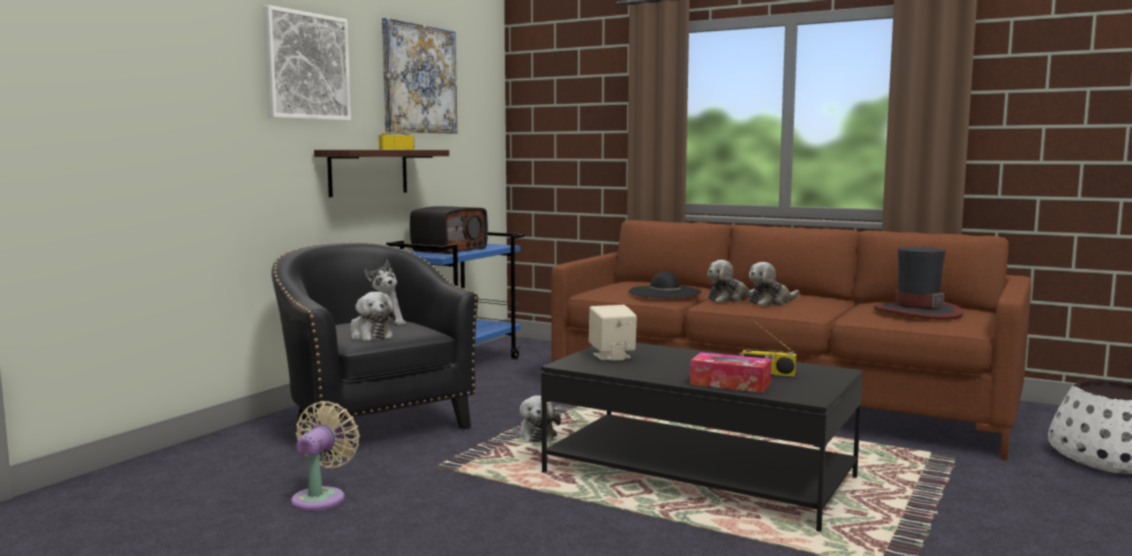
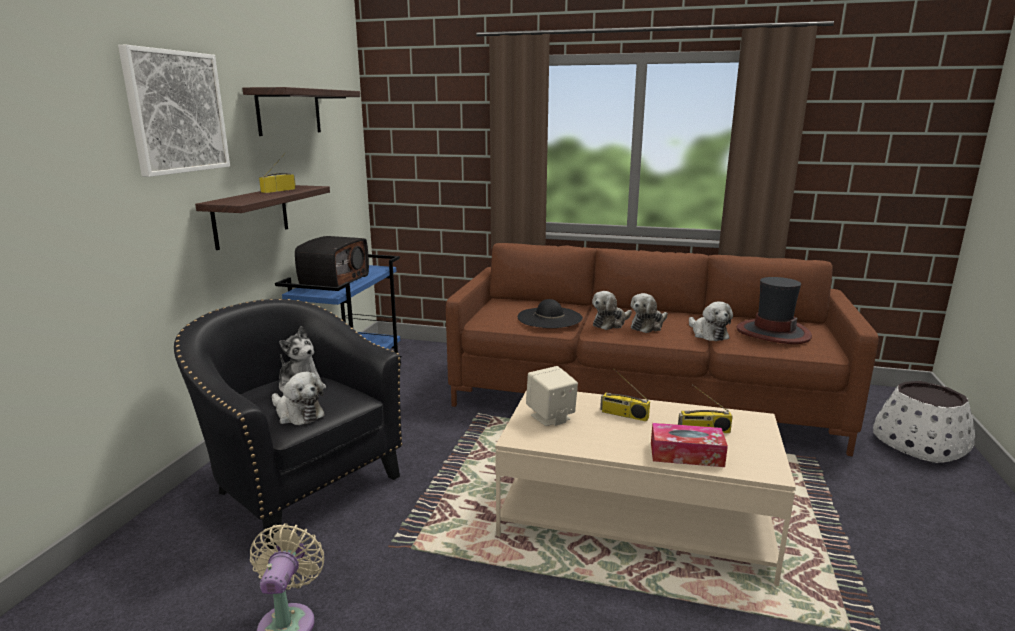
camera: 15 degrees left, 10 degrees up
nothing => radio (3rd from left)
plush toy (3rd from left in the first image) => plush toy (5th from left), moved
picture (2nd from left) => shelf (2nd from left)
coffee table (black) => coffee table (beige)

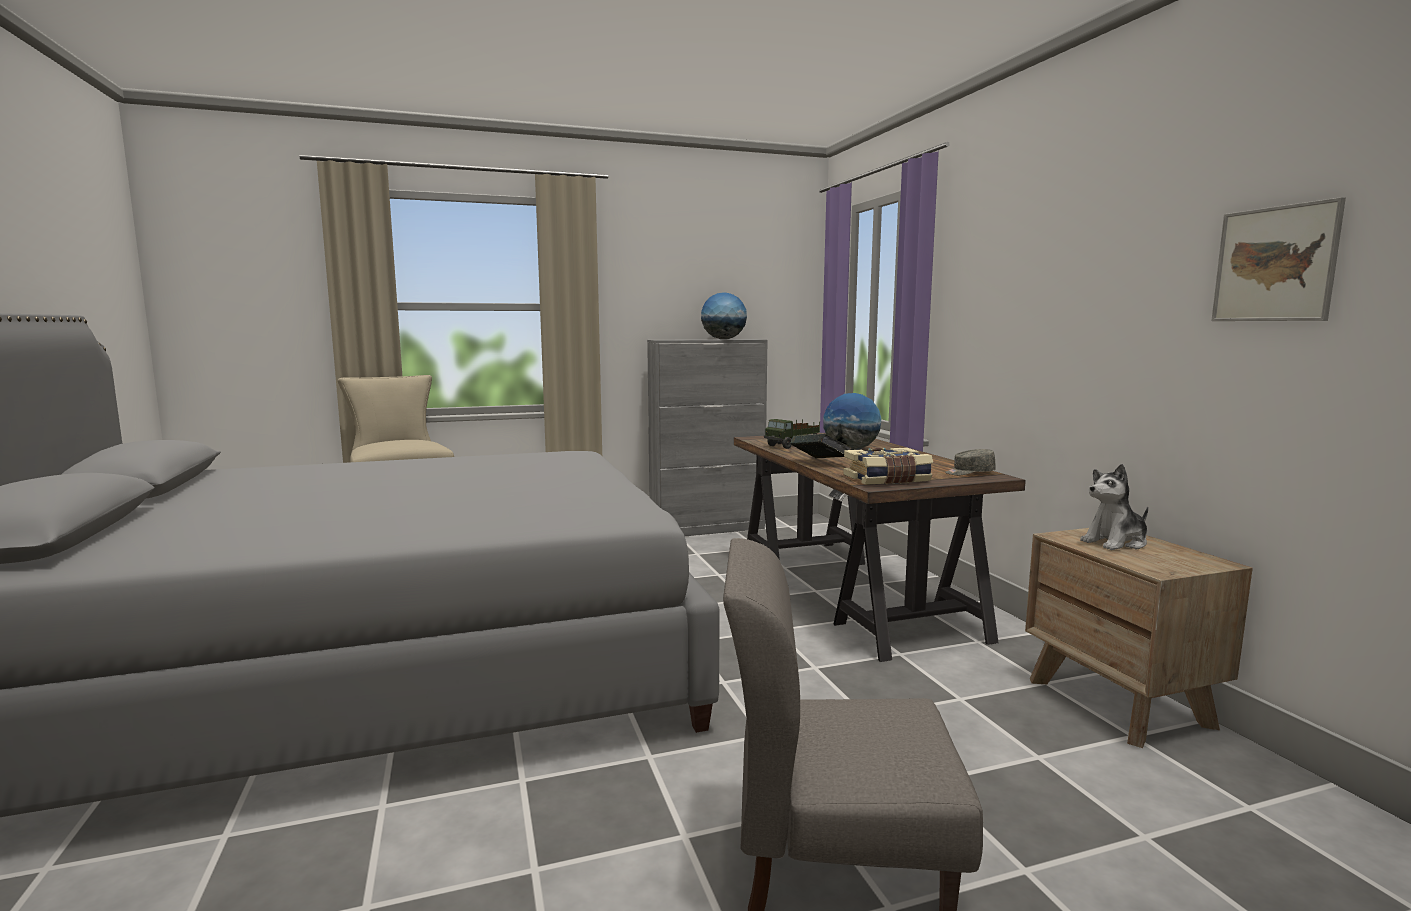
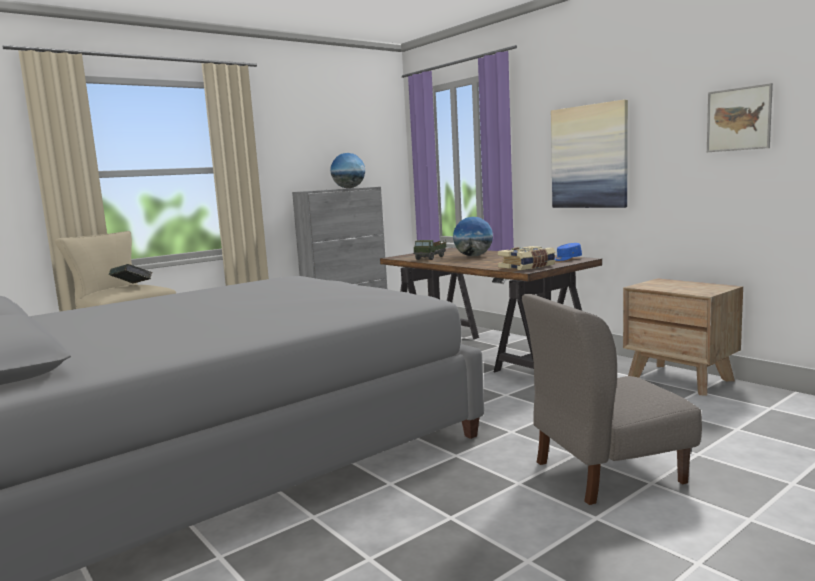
camera: 20 degrees left, 0 degrees up
plush toy => nothing
nothing => picture (1st from left)
book (1st from left), moved
cap (grey) => cap (blue)

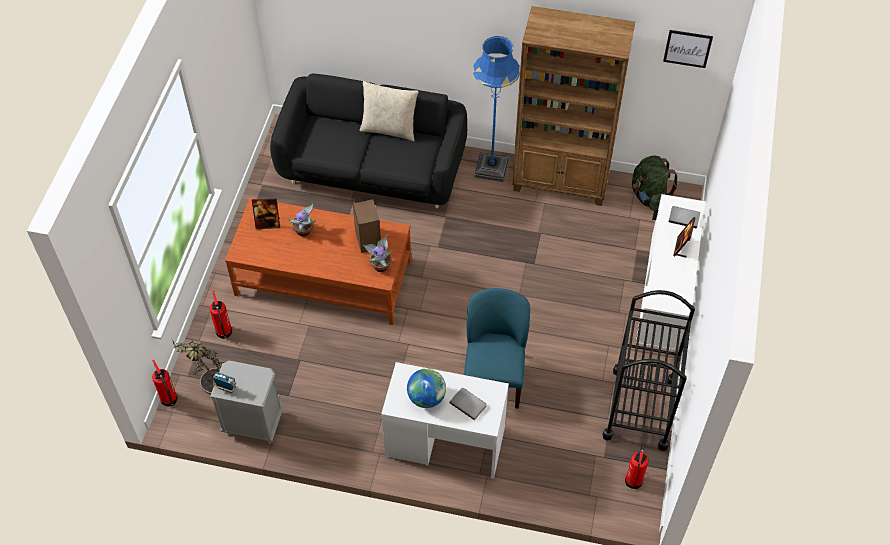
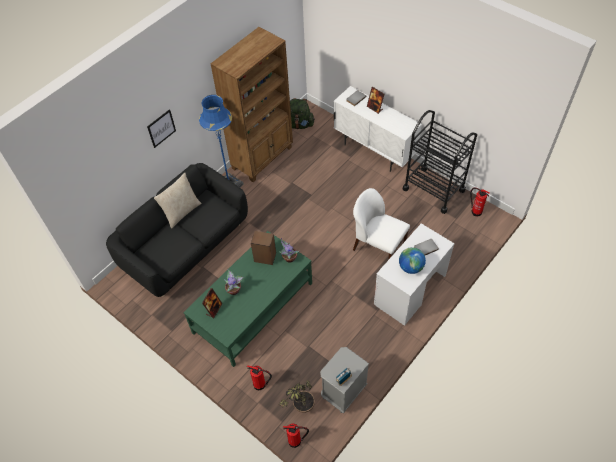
camera: 60 degrees left, 0 degrees up
picture, moved
coffee table (brown) => coffee table (green)
chair (blue) => chair (white)

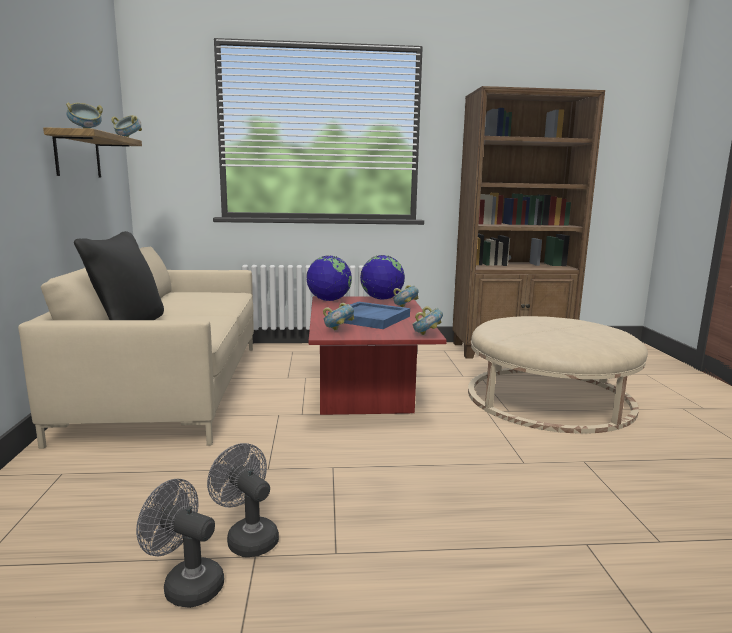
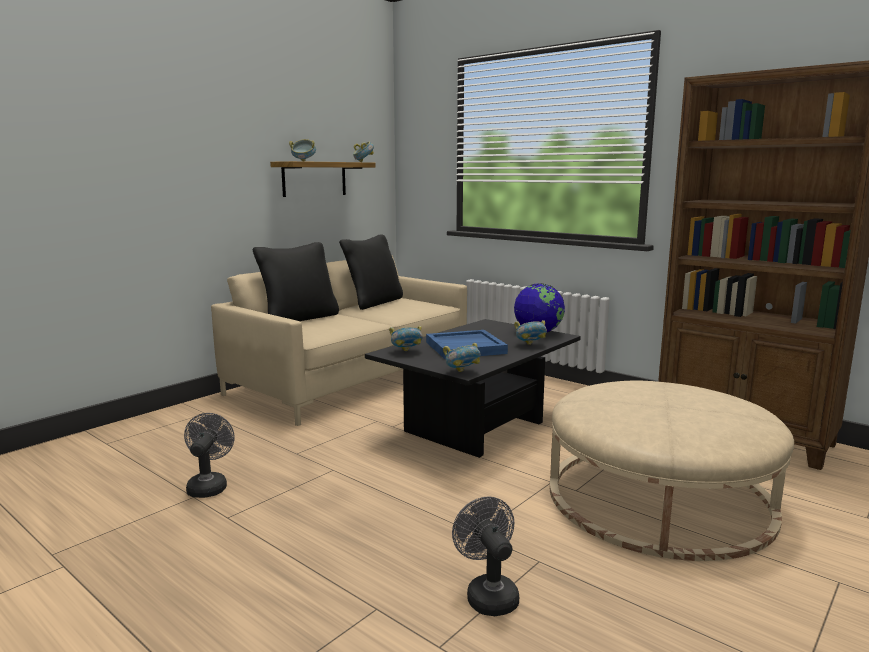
camera: 45 degrees right, 0 degrees up
globe (1st from left) => nothing
nothing => pillow (black) (2nd from left)
fan (grey) (1st from left in the first image) => fan (grey) (2nd from left), moved
coffee table (red) => coffee table (black)

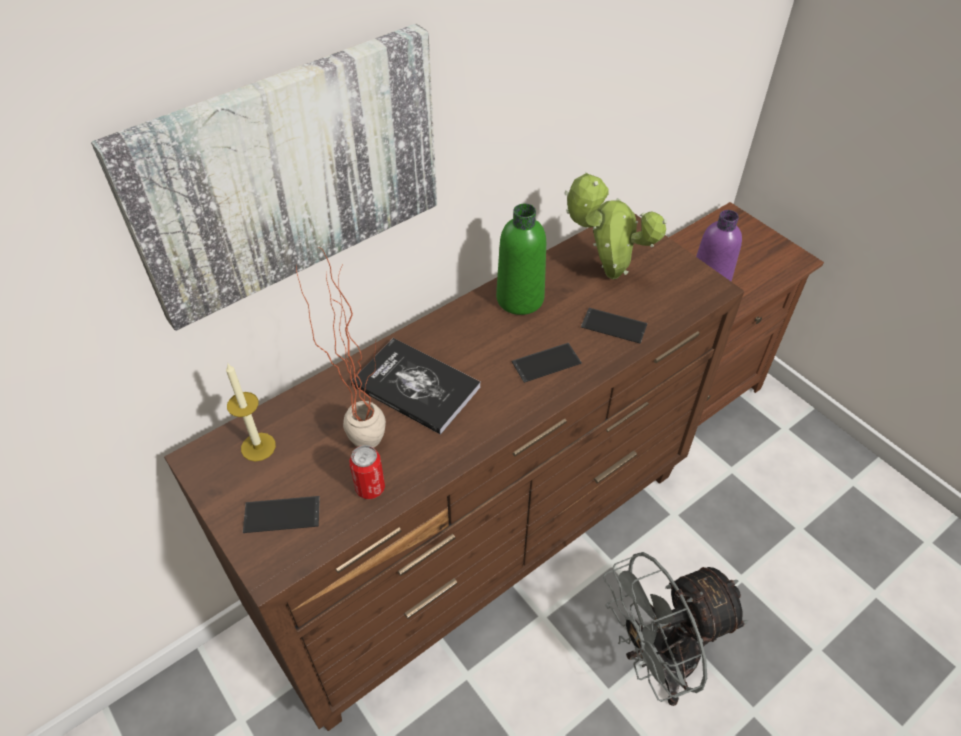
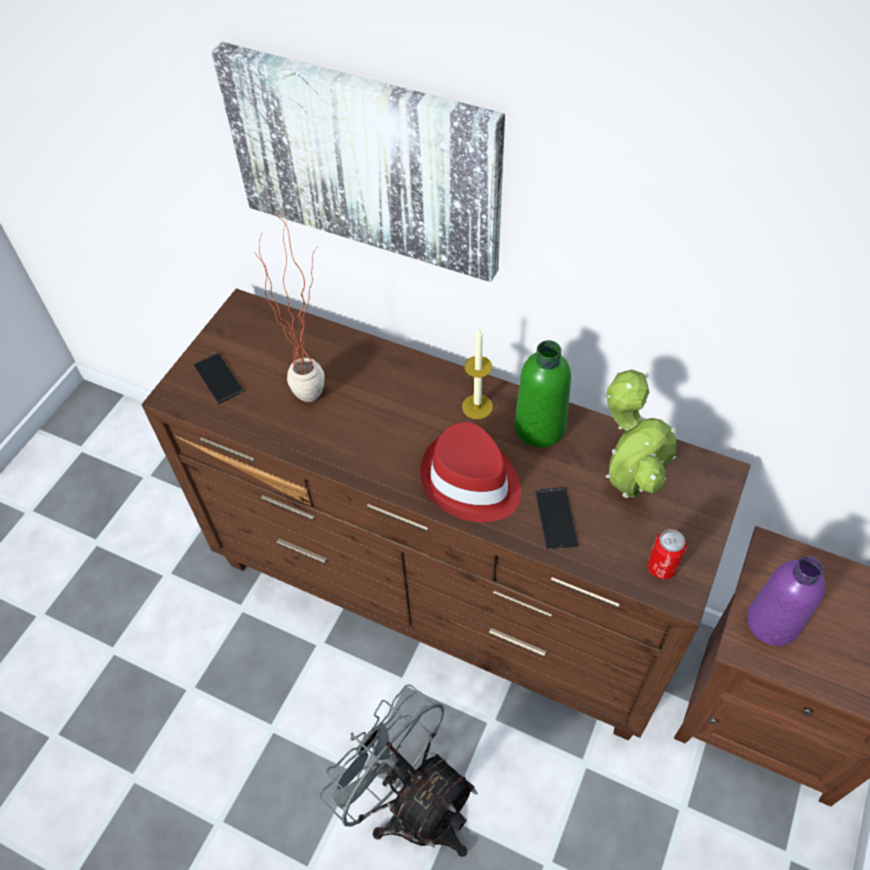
camera: 65 degrees right, 5 degrees up
book => nothing
candle, moved
can, moved
phone (2nd from left) => hat (red)

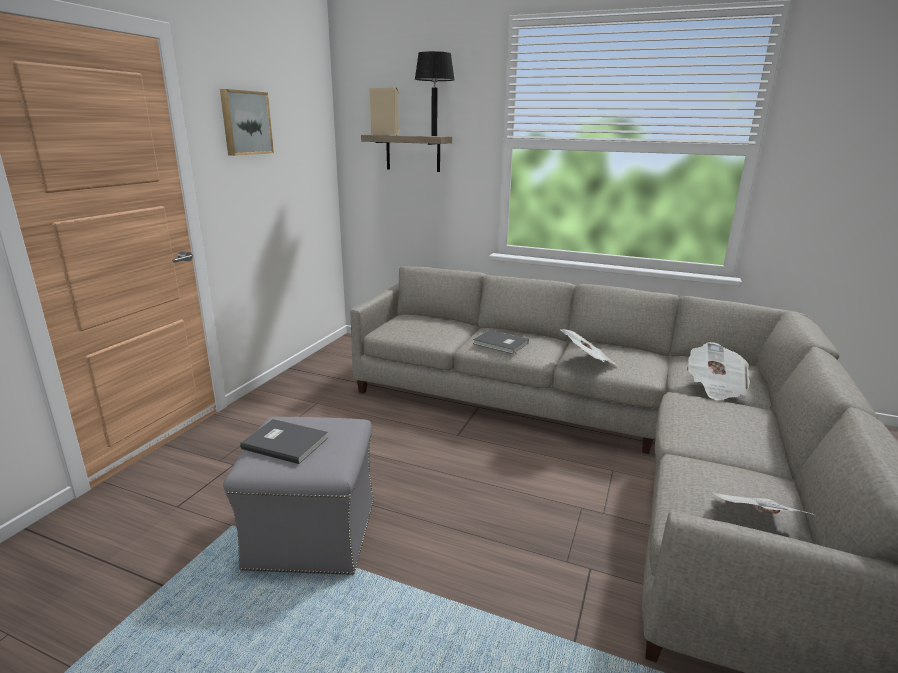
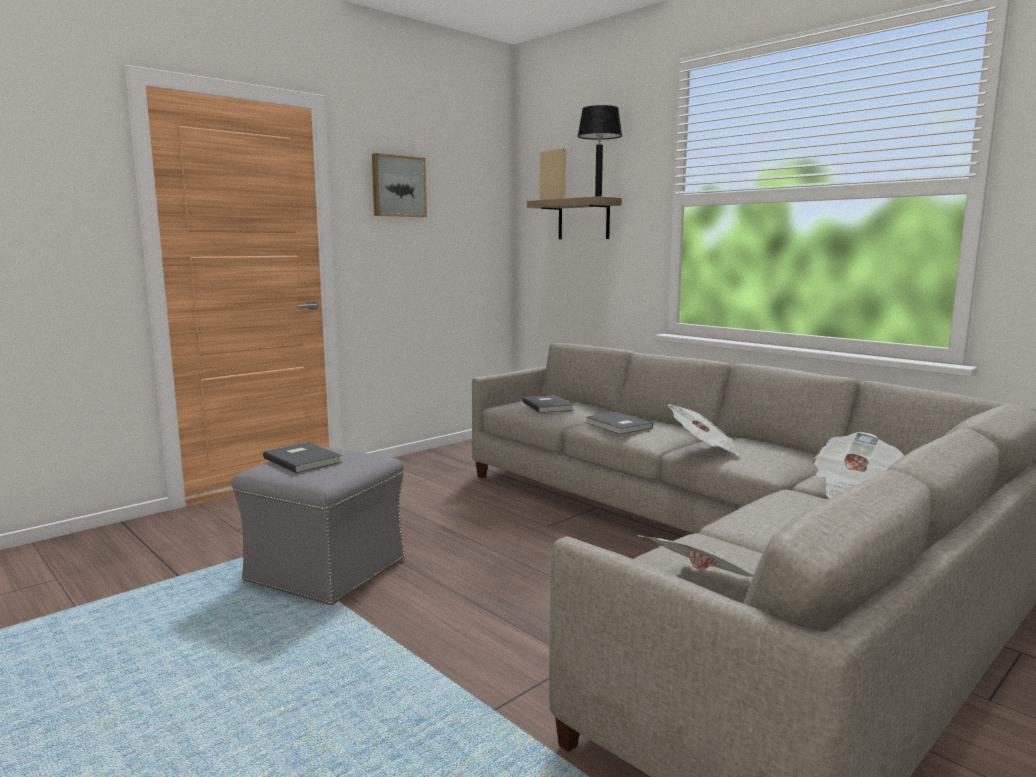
camera: 25 degrees right, 10 degrees down
nothing => book (grey) (2nd from left)

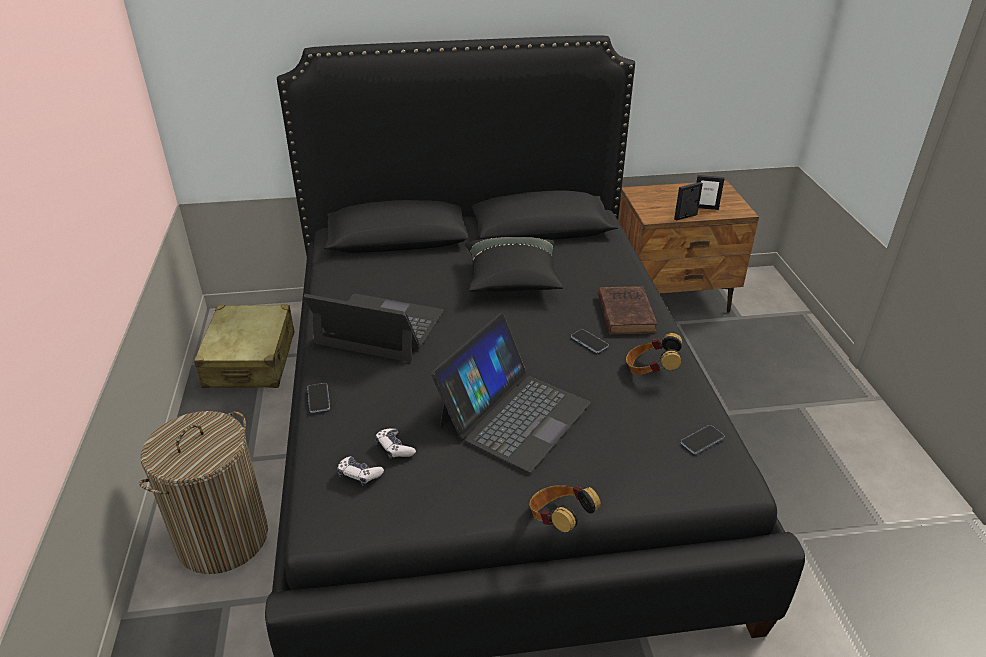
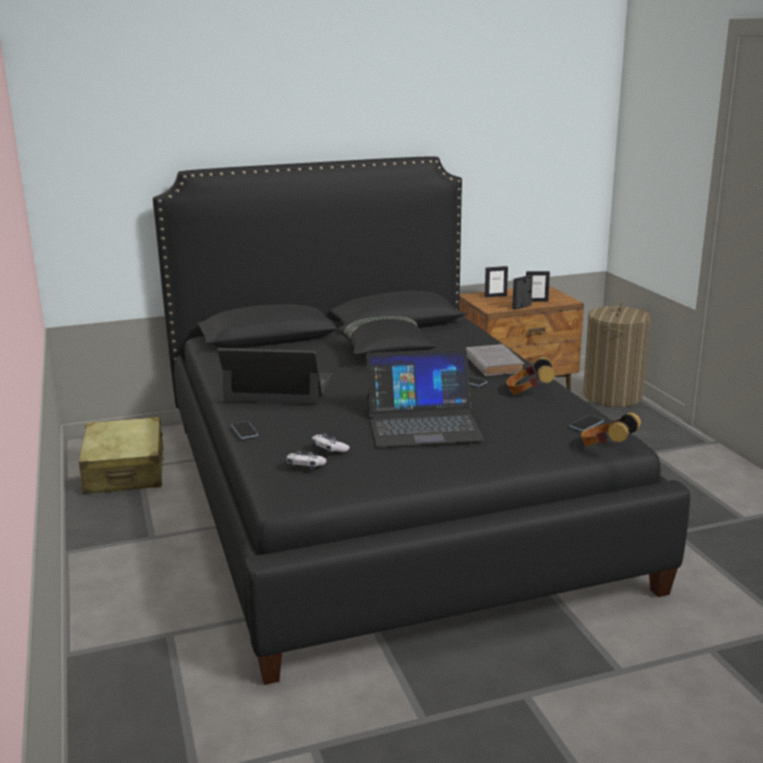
camera: 10 degrees left, 15 degrees down
nothing => picture frame (1st from left)
laundry basket, moved
headphones (1st from left in the first image) => headphones (2nd from left), moved
book (brown) => book (grey)
laptop (2nd from left), 60 degrees clockwise

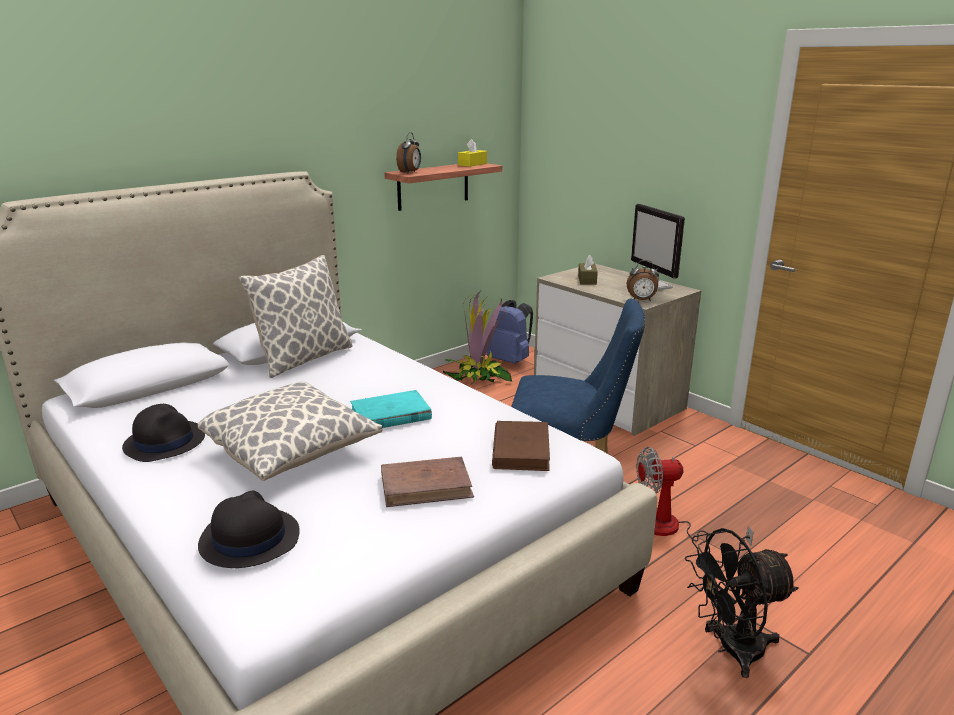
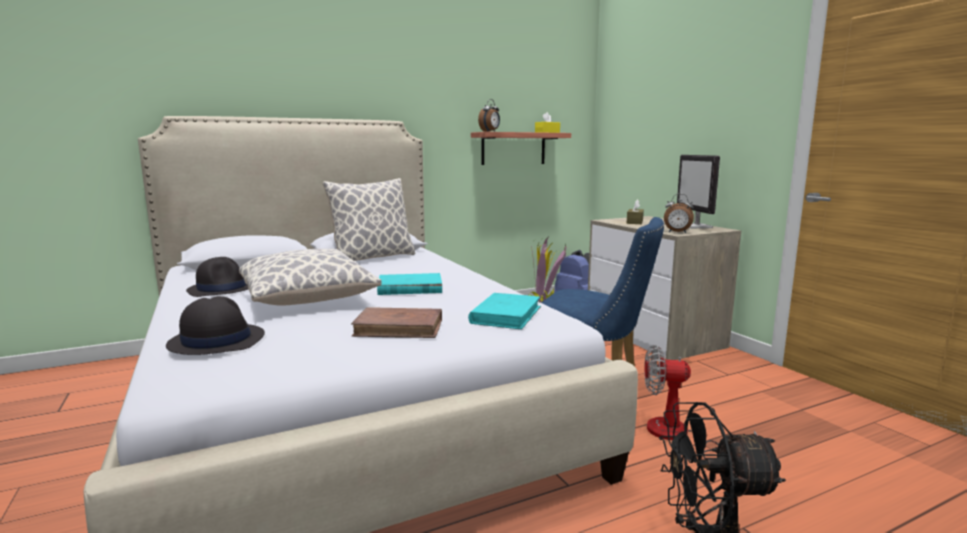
camera: 15 degrees right, 10 degrees down
book (brown) (2nd from left) => book (turquoise) (2nd from left)

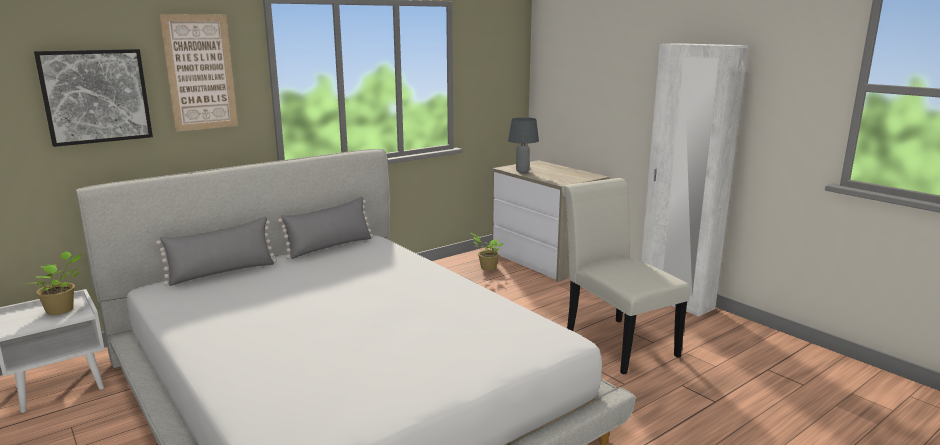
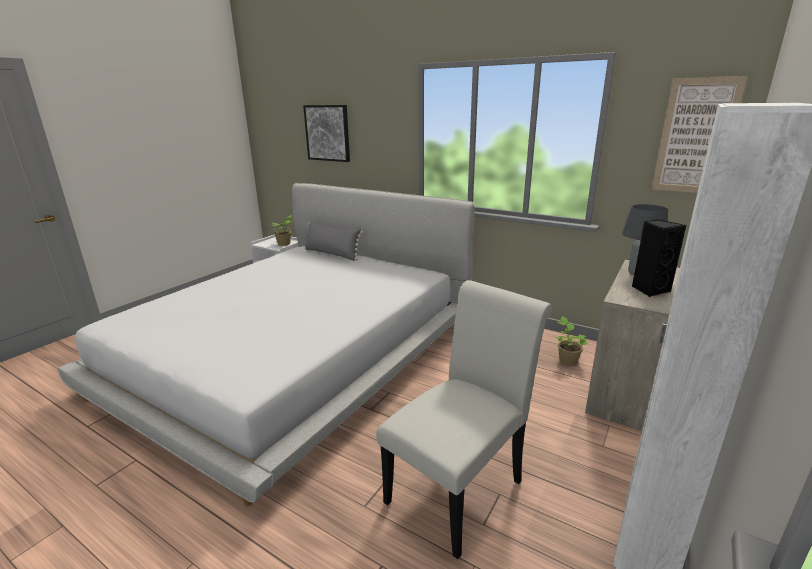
camera: 70 degrees right, 5 degrees up
pillow (grey) (2nd from left) => nothing
nothing => speaker (black)
picture (2nd from left), moved

